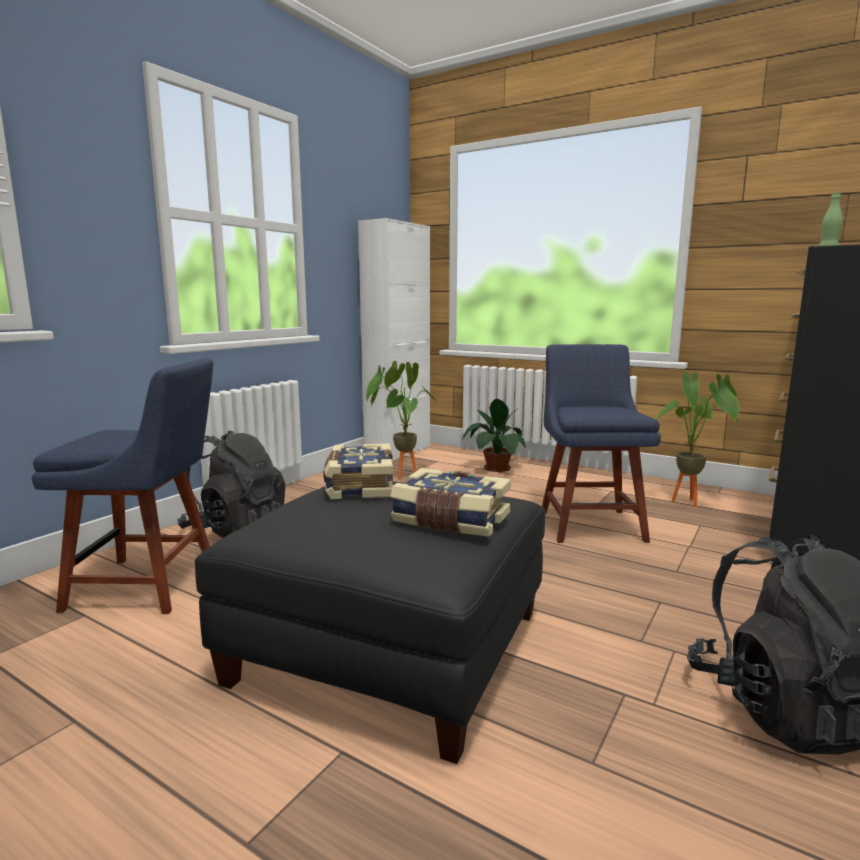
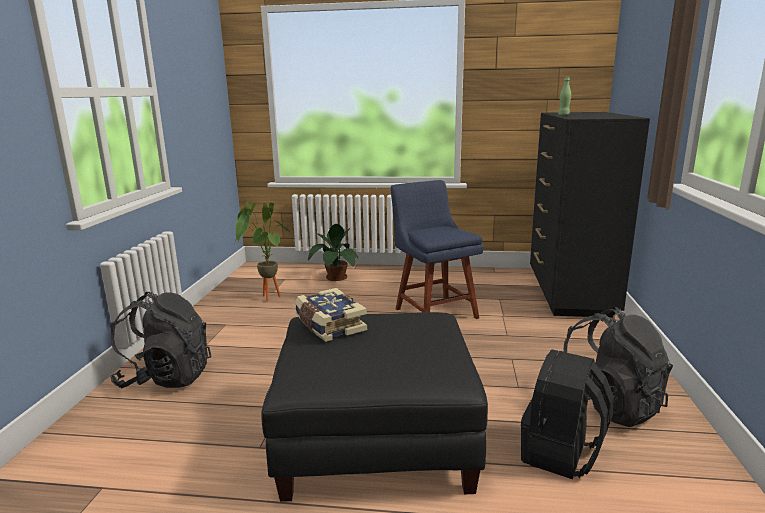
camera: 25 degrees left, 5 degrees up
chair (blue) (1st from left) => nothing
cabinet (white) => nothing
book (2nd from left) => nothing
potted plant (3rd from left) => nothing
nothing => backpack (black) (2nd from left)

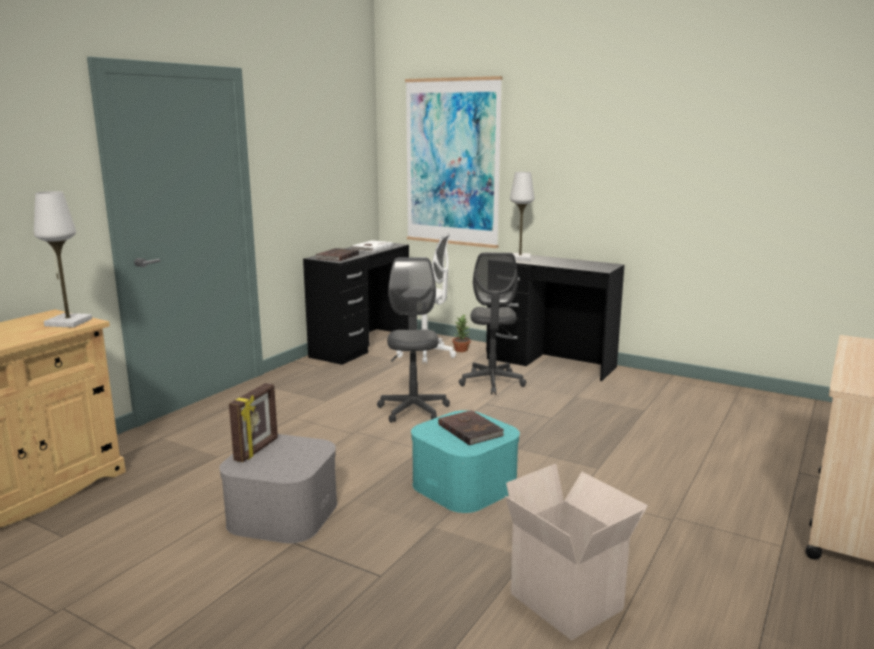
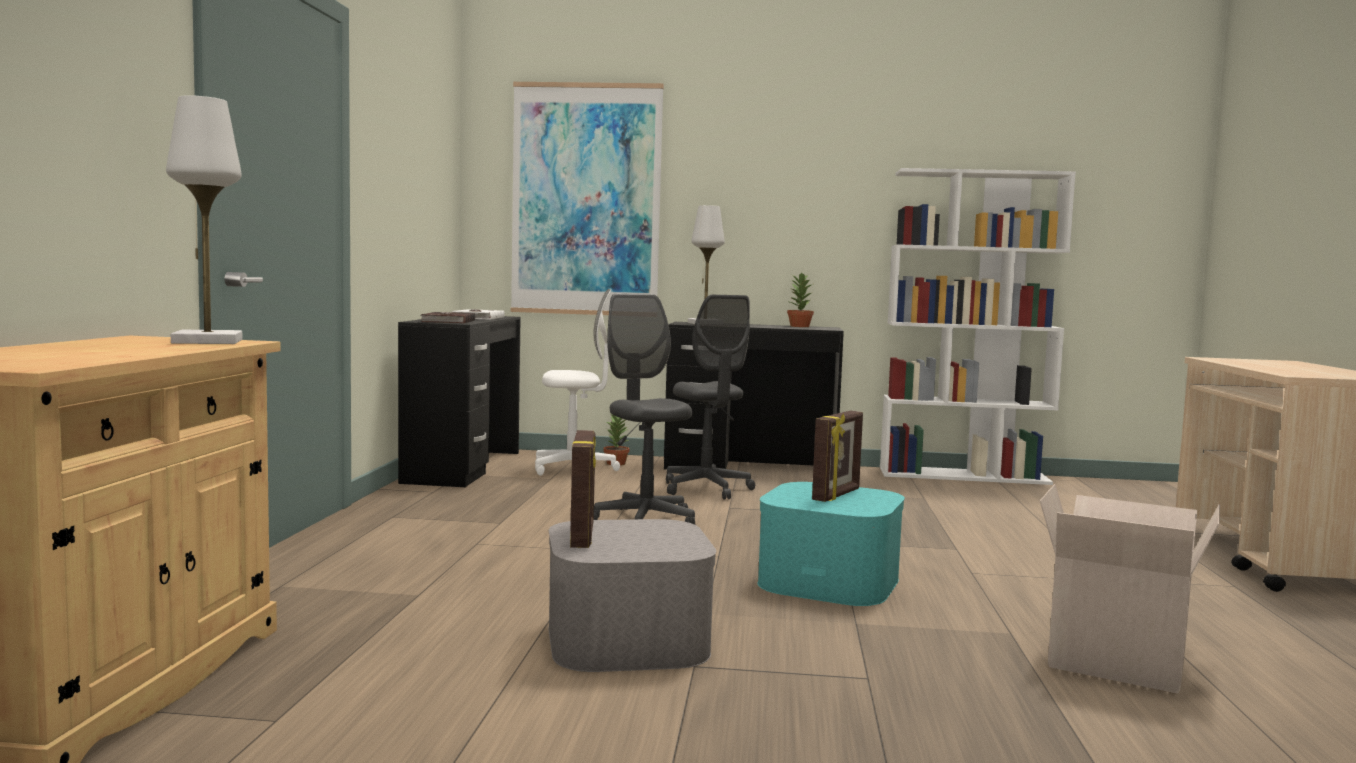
camera: 25 degrees left, 10 degrees down
nothing => potted plant (2nd from left)
nothing => bookcase (white)
book (brown) (2nd from left) => picture frame (2nd from left)

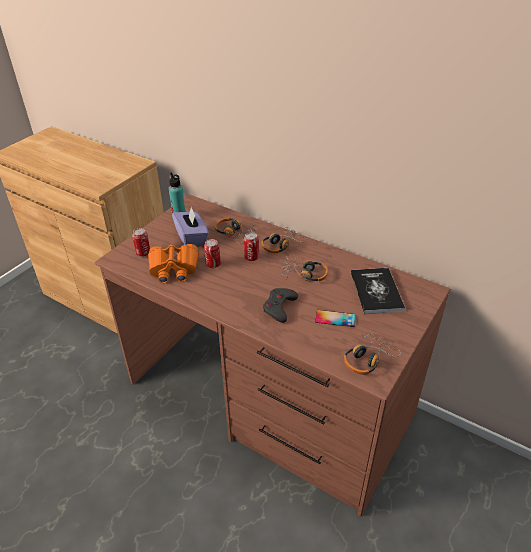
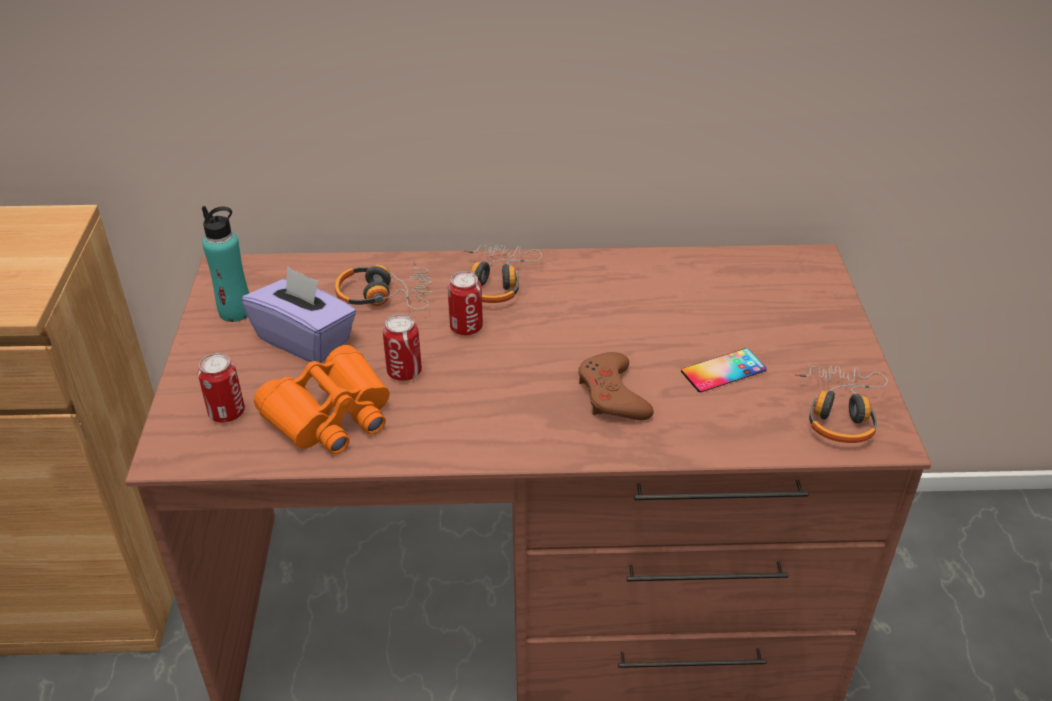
camera: 35 degrees left, 0 degrees up
headphones (3rd from left) => nothing
book => nothing
game controller (grey) => game controller (brown)

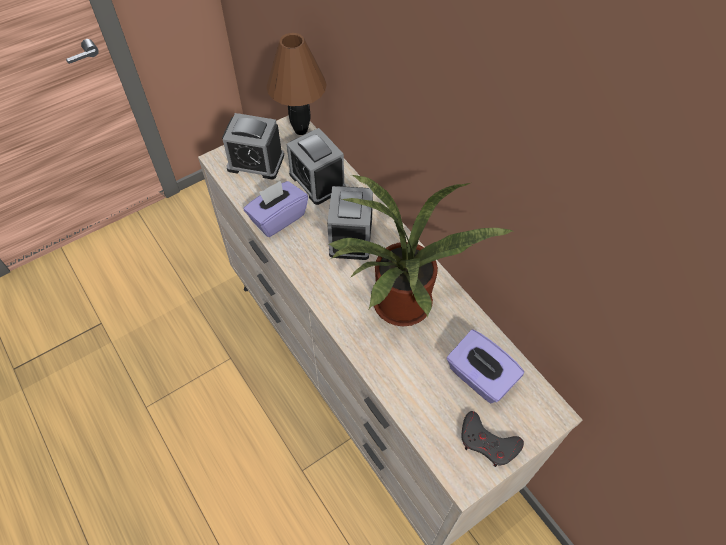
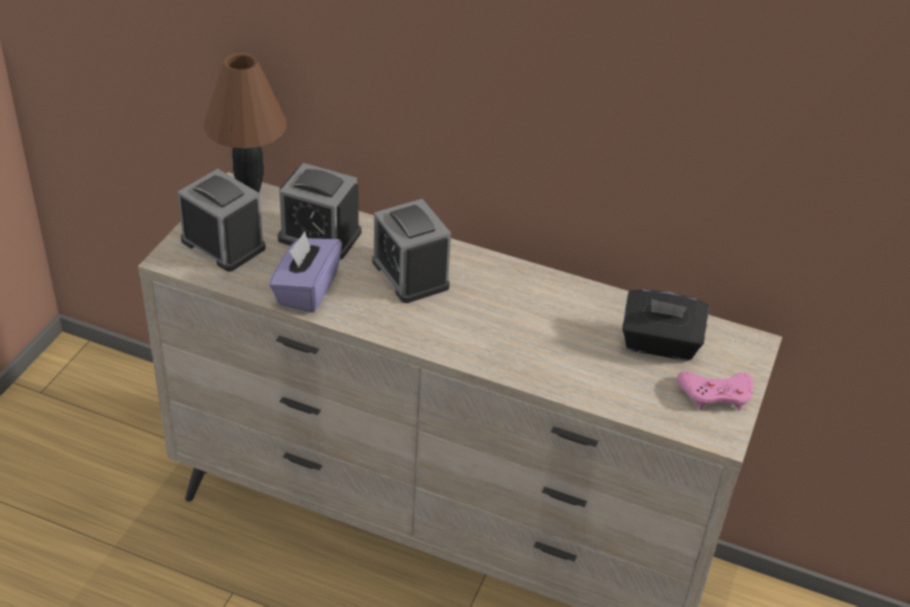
camera: 35 degrees left, 15 degrees down
potted plant => nothing
tissue box (purple) (2nd from left) => tissue box (black)
game controller (grey) => game controller (pink)
alarm clock (1st from left), 120 degrees counterclockwise

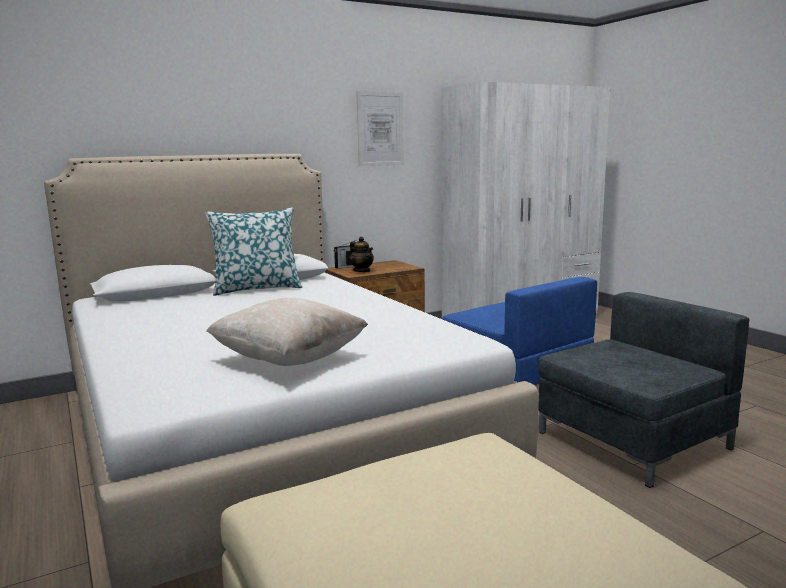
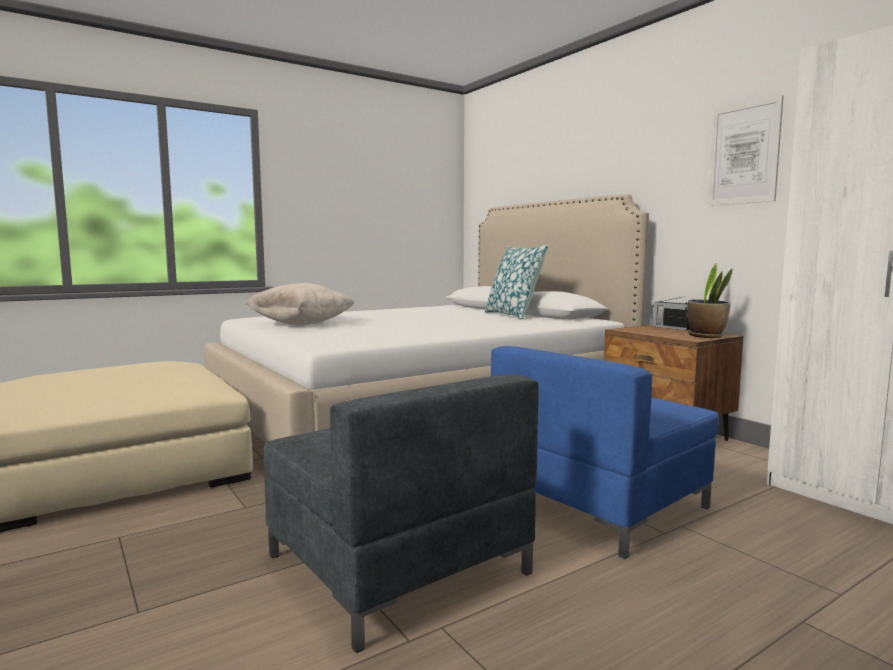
camera: 85 degrees right, 5 degrees down
teapot => nothing
nothing => potted plant

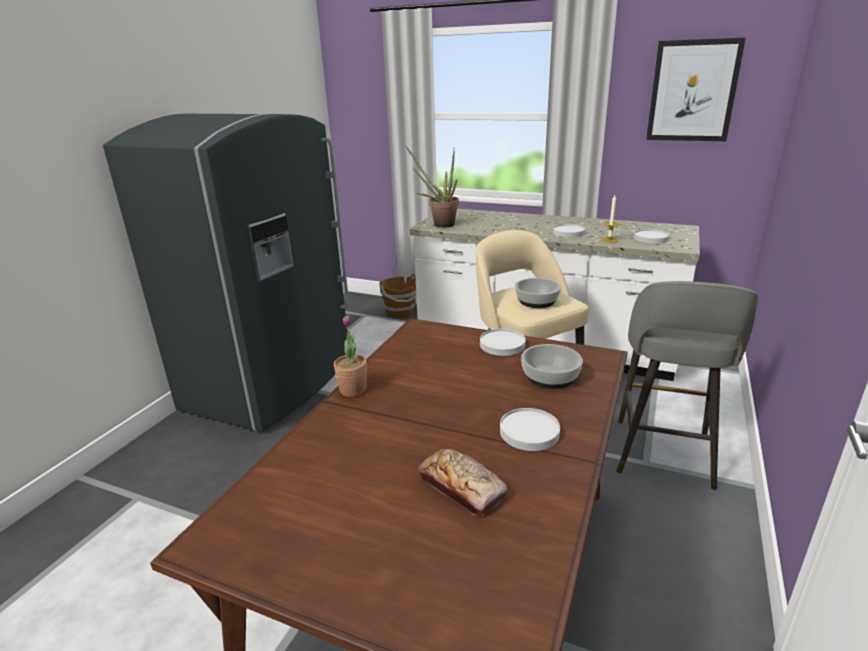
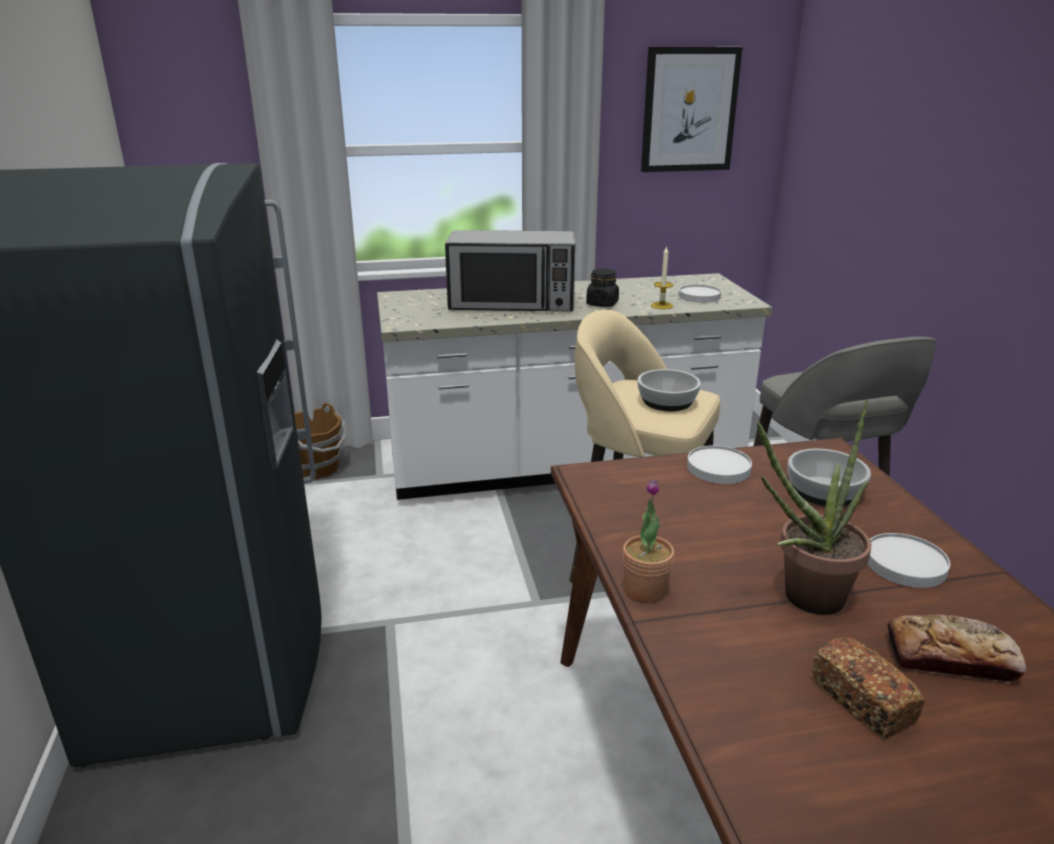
camera: 35 degrees left, 0 degrees up
nothing => microwave
nothing => bread (1st from left)
potted plant (2nd from left), moved
plate (white) (3rd from left) => jar (black)

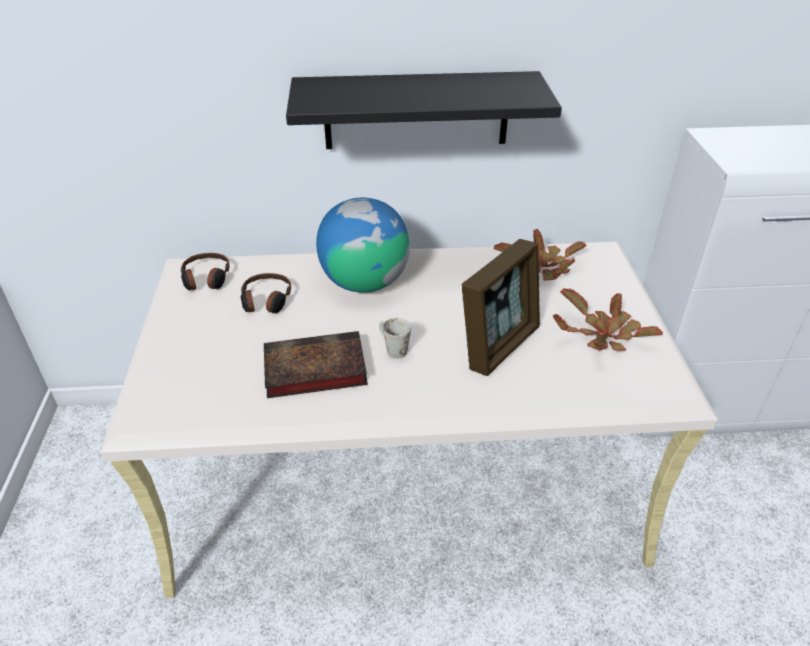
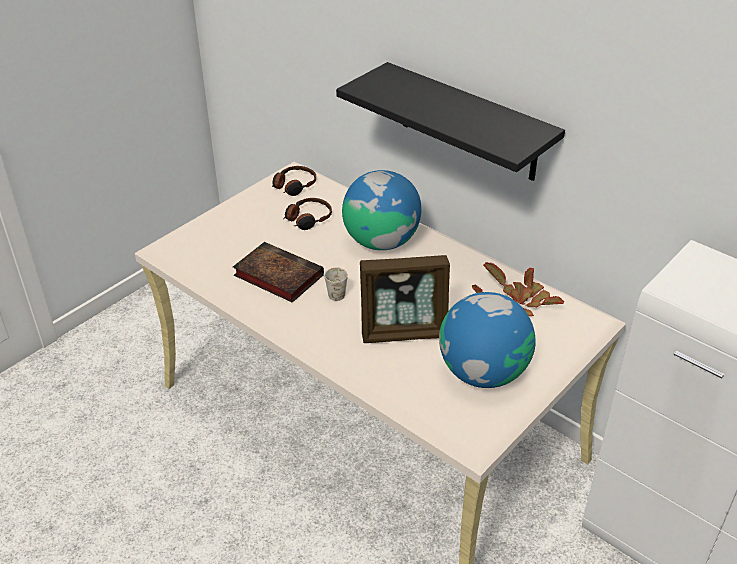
camera: 45 degrees right, 0 degrees up
potted plant (2nd from left) => globe (2nd from left)

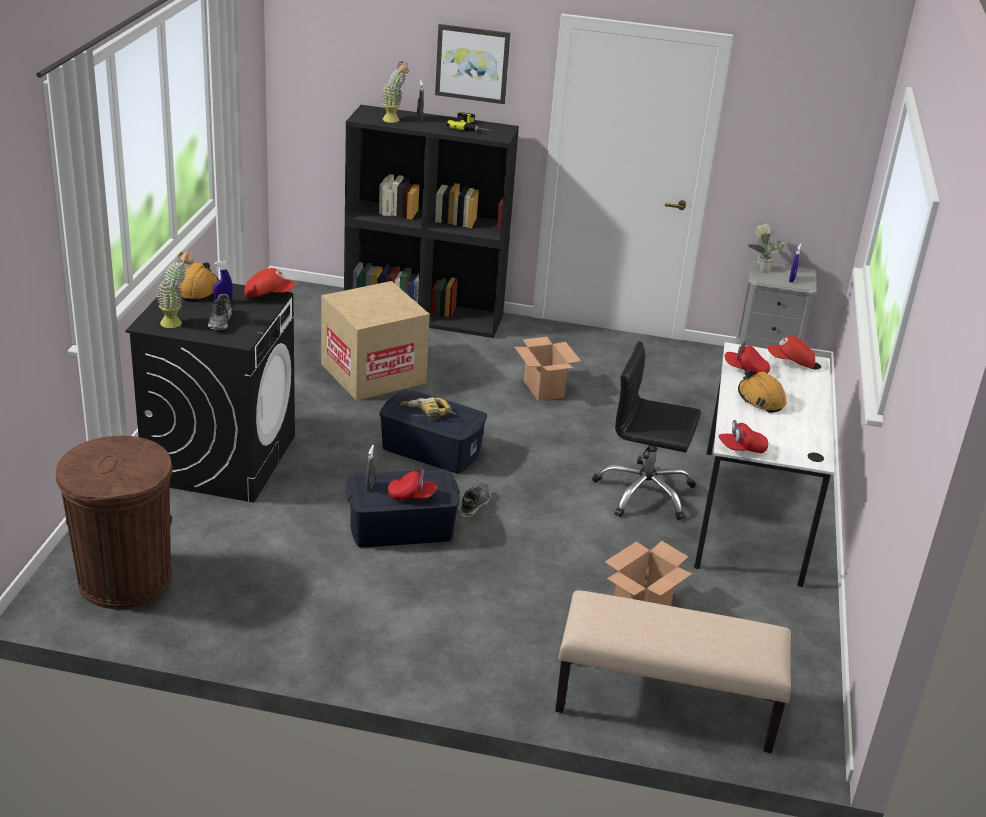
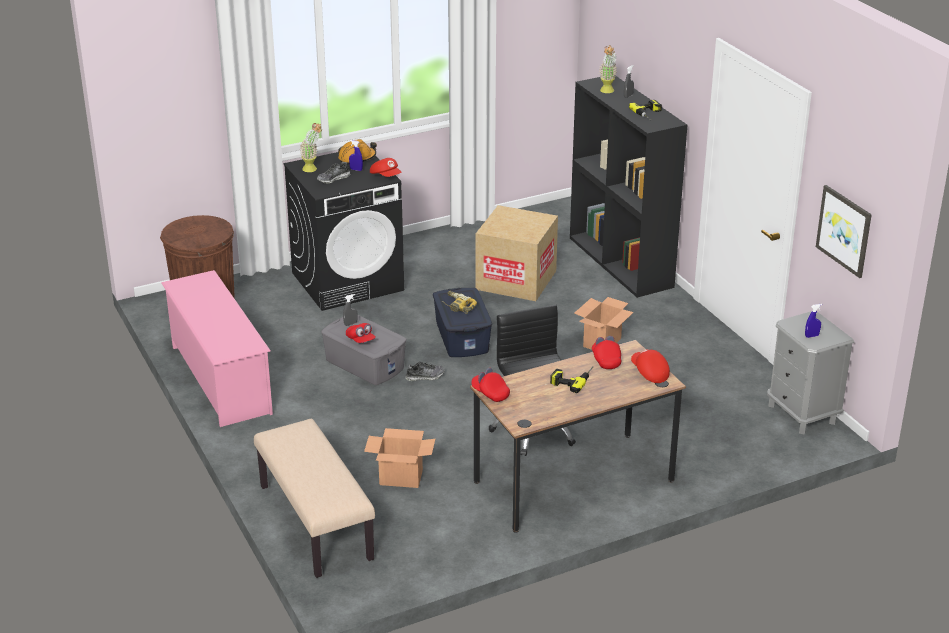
camera: 55 degrees right, 0 degrees up
potted plant (3rd from left) => nothing
nothing => shoe rack (pink)
picture, moved
hard hat (orange) (2nd from left) => power drill (2nd from left)
storage box (blue) (1st from left) => storage box (grey)
desk (white) => desk (brown)

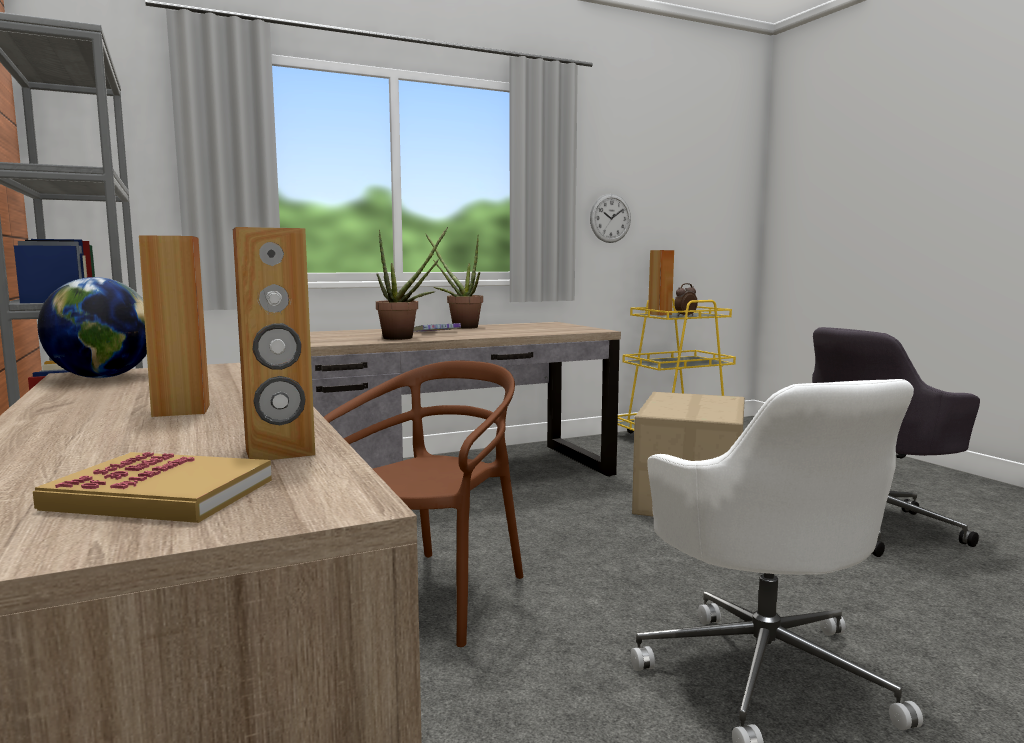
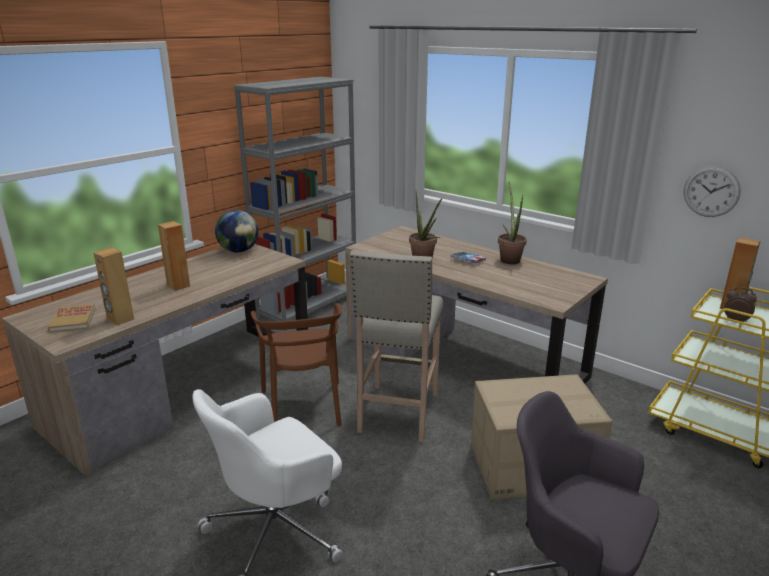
camera: 65 degrees right, 15 degrees up
nothing => stool (beige)
chair (brown), 75 degrees clockwise

